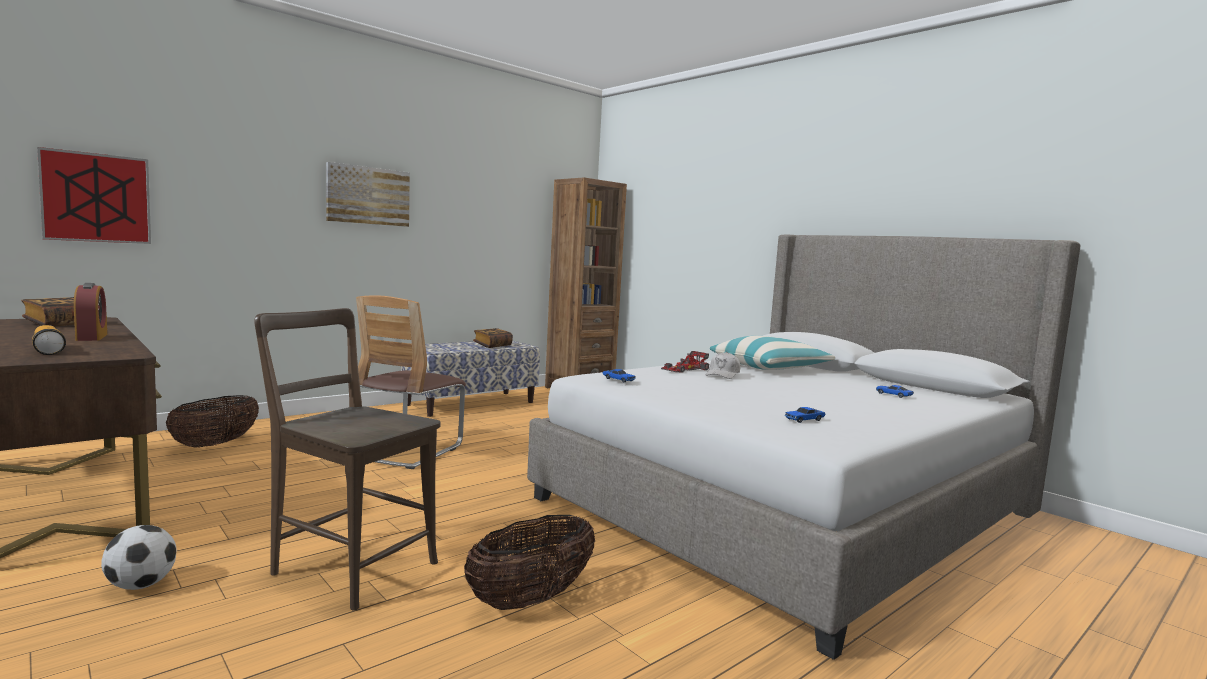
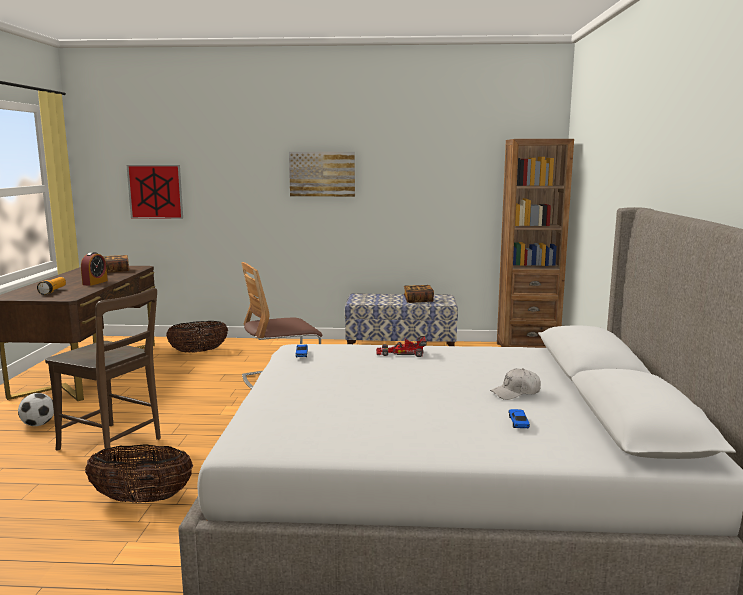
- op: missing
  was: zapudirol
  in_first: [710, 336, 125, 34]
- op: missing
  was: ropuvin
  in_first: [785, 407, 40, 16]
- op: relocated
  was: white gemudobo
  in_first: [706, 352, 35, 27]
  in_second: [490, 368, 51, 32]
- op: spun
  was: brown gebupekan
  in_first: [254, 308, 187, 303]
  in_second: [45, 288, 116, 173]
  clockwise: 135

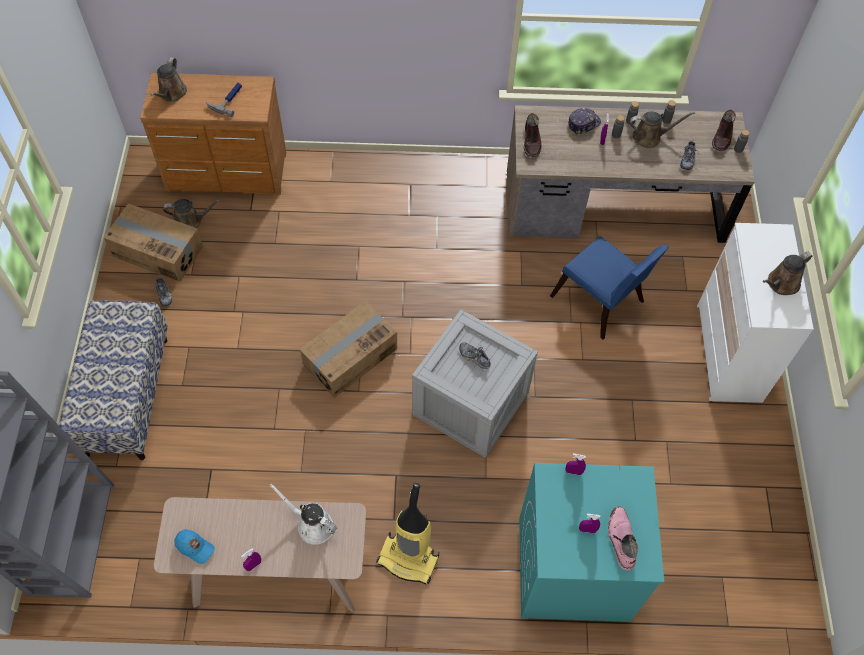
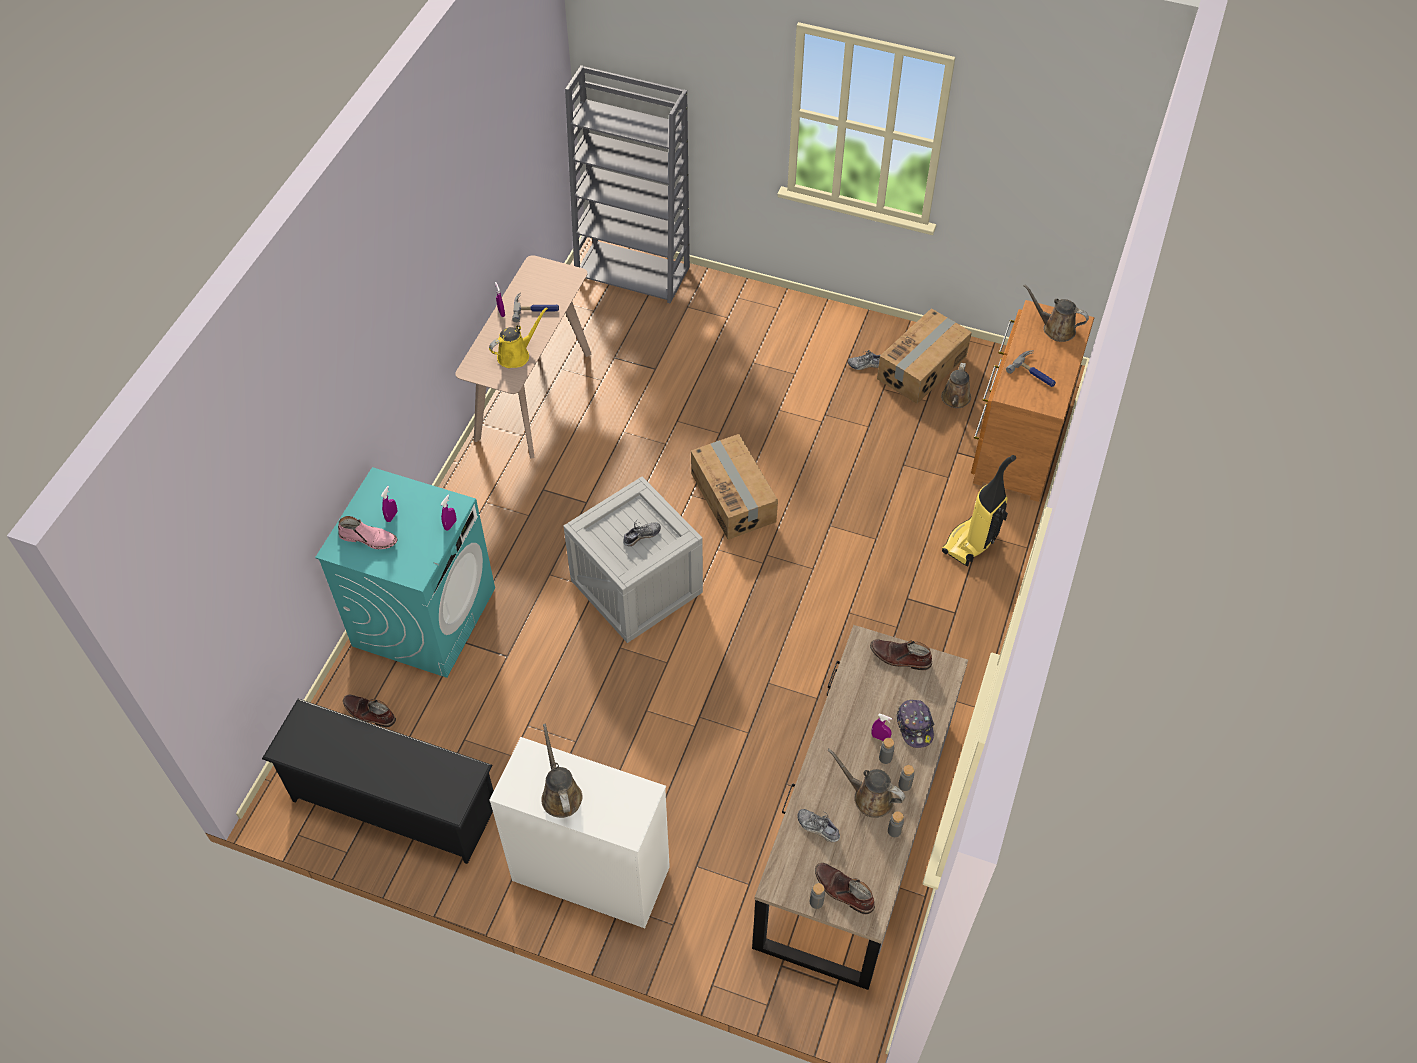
- op: missing
  was: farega
  in_first: [59, 300, 109, 160]
- op: missing
  was: blue gemudobo
  in_first: [174, 529, 41, 35]
- op: missing
  was: blue gebupekan
  in_first: [550, 236, 119, 104]
- op: appeared
  now: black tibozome
  in_second: [262, 699, 232, 165]
- op: appeared
  now: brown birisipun
  in_second: [343, 695, 53, 32]
- op: appeared
  now: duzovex
  in_second: [512, 293, 47, 29]
- op: relocated
  was: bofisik
  in_first: [376, 483, 63, 101]
  in_second: [942, 455, 74, 111]
- op: colour
  was: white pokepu
  now: yellow pokepu
  in_first: [269, 484, 69, 61]
  in_second: [489, 307, 59, 61]
- op: spun
  was: brown pokepu
  in_first: [630, 111, 65, 37]
  in_second: [828, 748, 77, 70]
  clockwise: 105

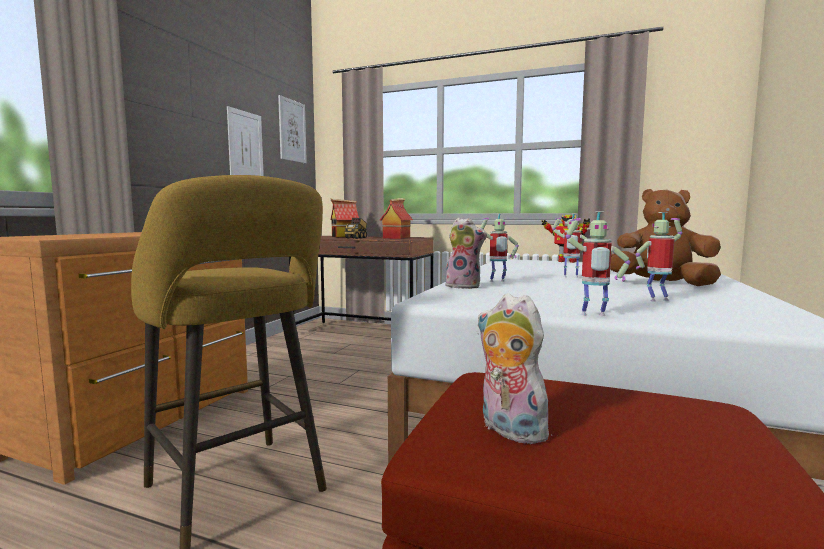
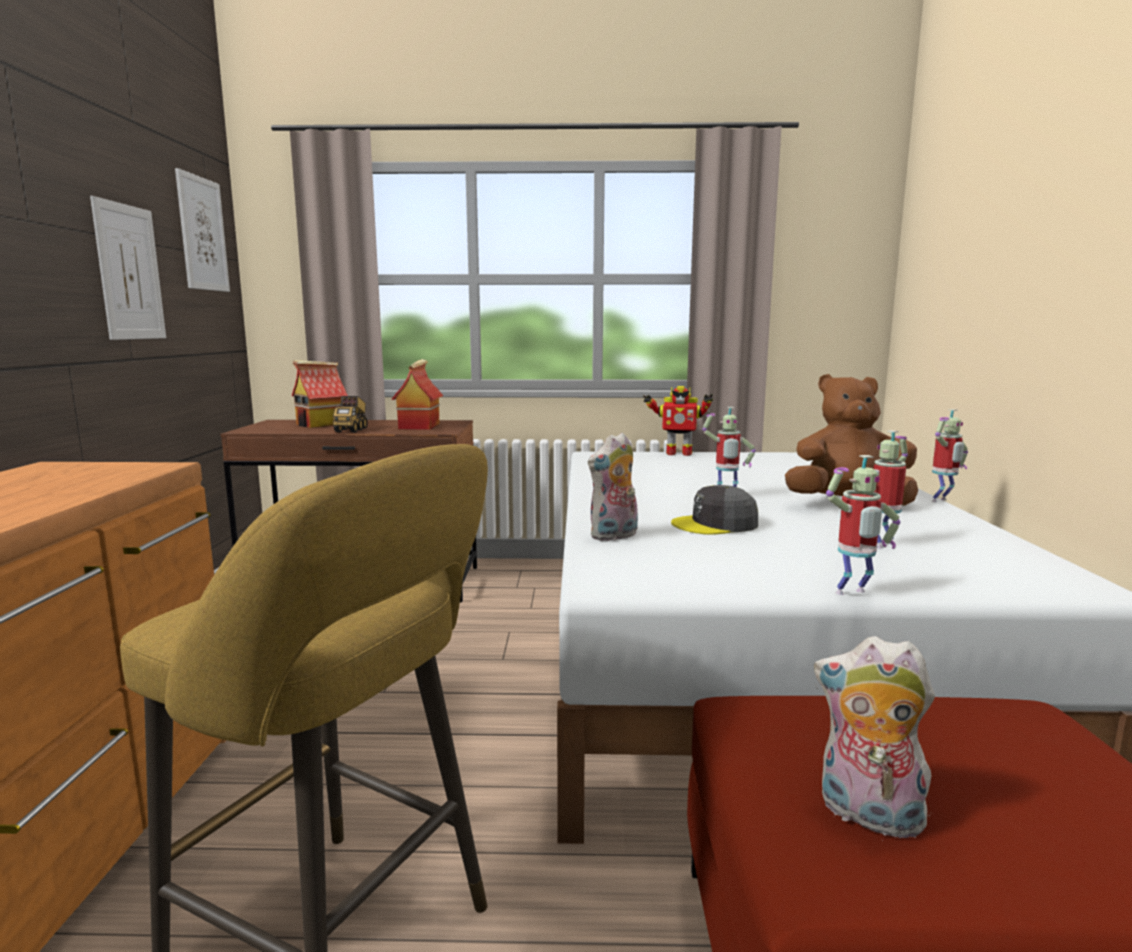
- op: appeared
  now: grey gemudobo
  in_second: [671, 485, 87, 50]
- op: relocated
  was: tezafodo
  in_first: [480, 213, 39, 69]
  in_second: [931, 409, 37, 93]
- op: spun
  was: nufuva
  in_first: [445, 217, 42, 72]
  in_second: [588, 433, 50, 108]
  clockwise: 135

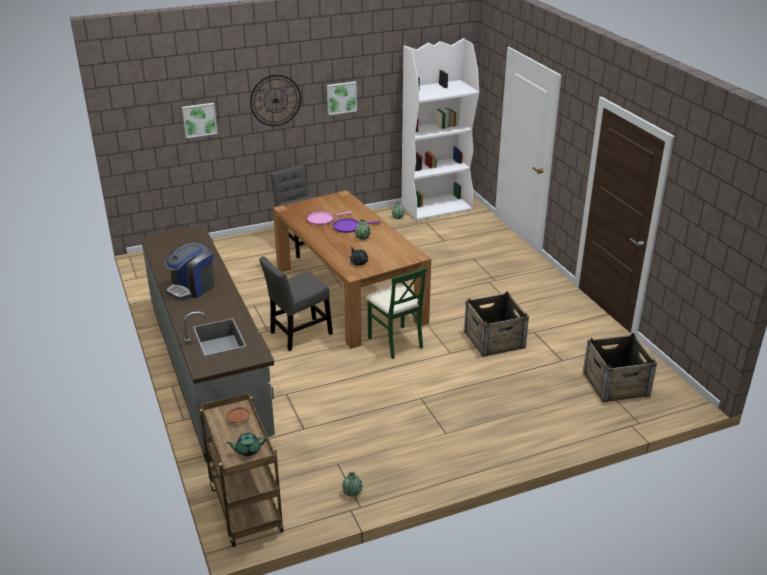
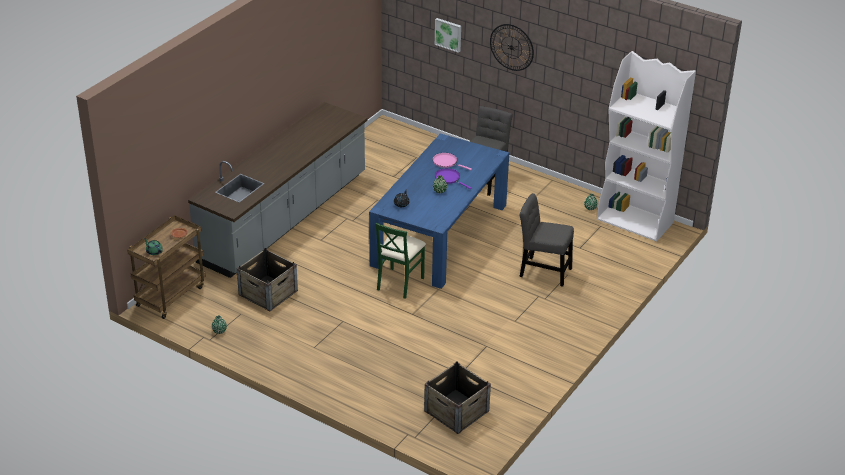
- op: missing
  was: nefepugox
  in_first: [164, 242, 51, 58]
- op: missing
  was: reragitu
  in_first: [327, 81, 30, 34]
- op: relocated
  was: grey gebupekan
  in_first: [259, 256, 74, 95]
  in_second: [520, 193, 54, 94]
- op: relocated
  was: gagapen
  in_first: [464, 291, 65, 66]
  in_second: [237, 248, 61, 64]
- op: colour
  was: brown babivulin
  now: blue babivulin
  in_first: [273, 190, 158, 159]
  in_second: [369, 134, 140, 155]

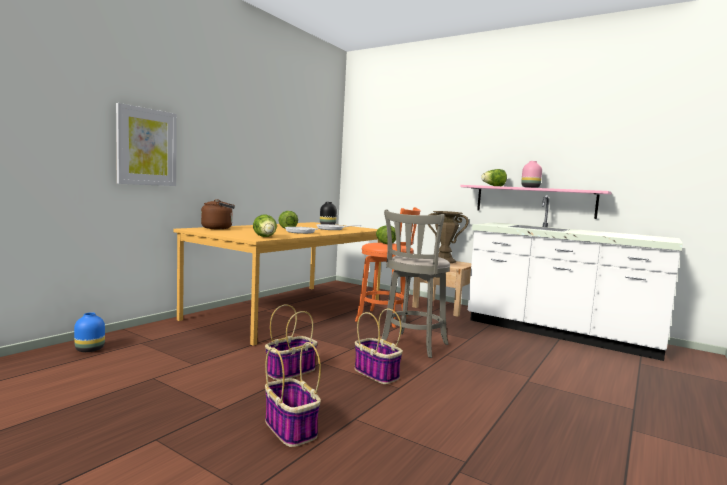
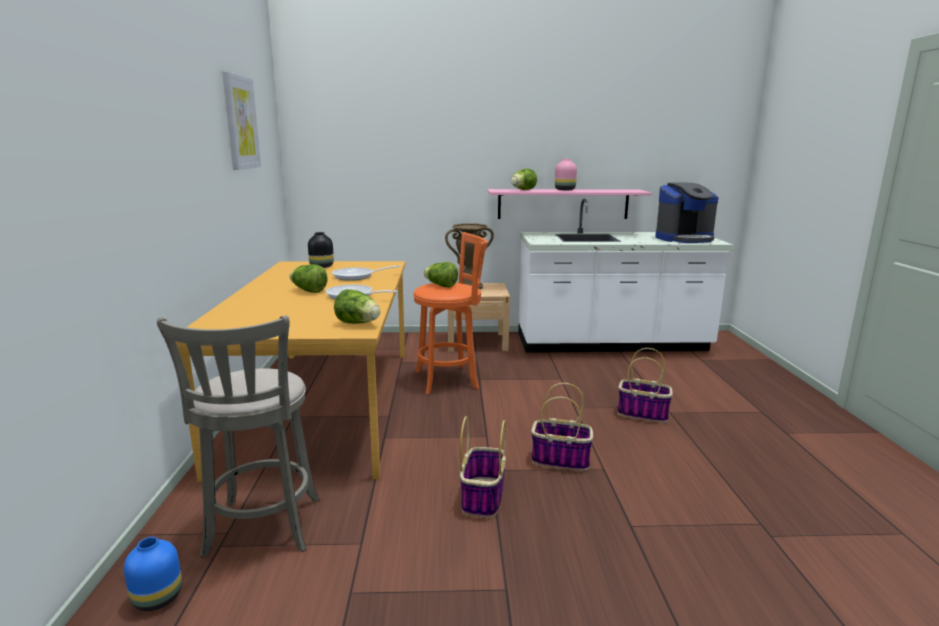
- op: missing
  was: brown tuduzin
  in_first: [201, 199, 34, 30]
- op: appeared
  now: nefepugox
  in_second: [655, 182, 63, 61]
- op: relocated
  was: reragitu
  in_first: [116, 103, 61, 83]
  in_second: [222, 71, 39, 99]
- op: relocated
  was: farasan
  in_first: [265, 342, 56, 105]
  in_second: [617, 348, 56, 75]
- op: relocated
  was: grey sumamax
  in_first: [381, 210, 69, 148]
  in_second: [157, 315, 163, 242]

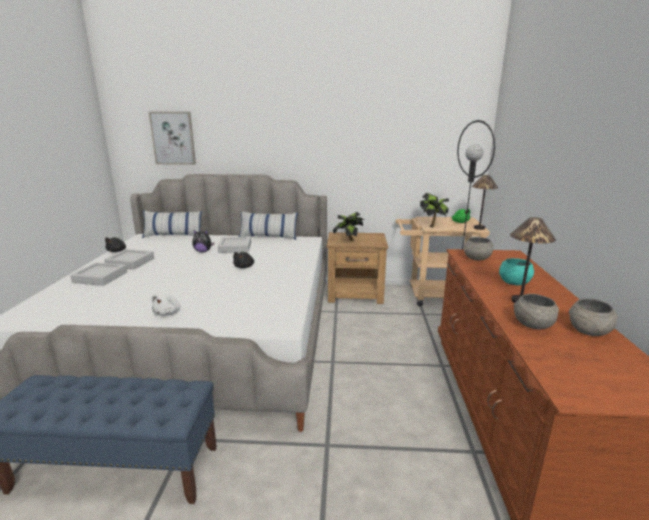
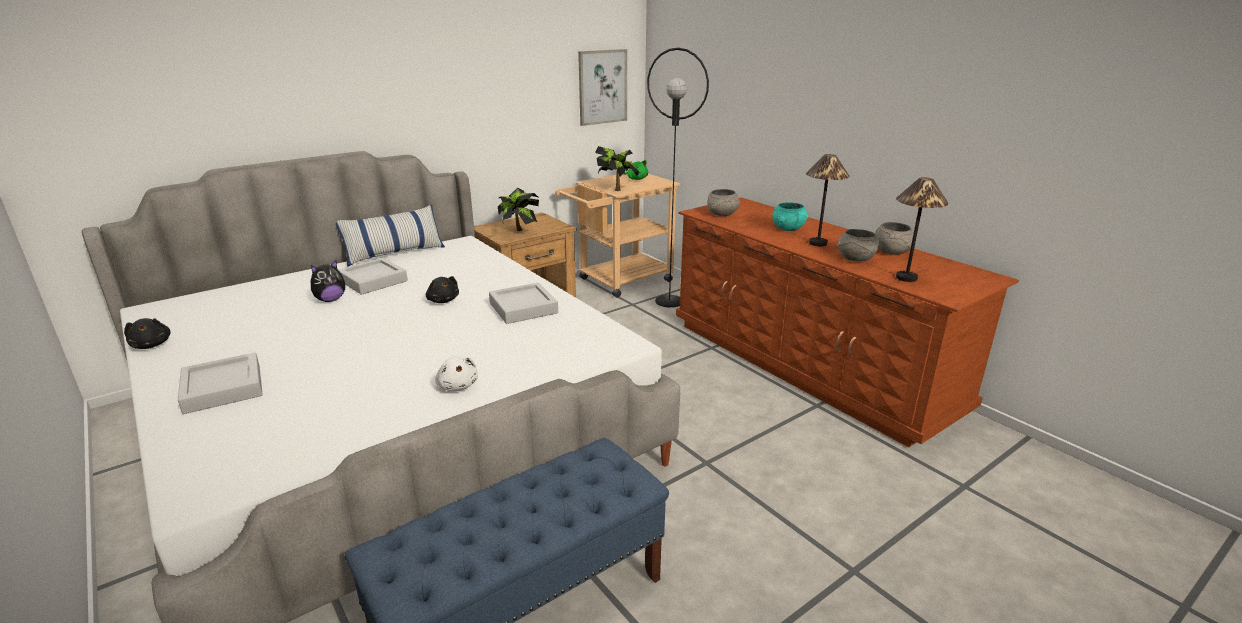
- op: missing
  was: zapudirol
  in_first: [142, 210, 60, 28]
- op: relocated
  was: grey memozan
  in_first: [104, 249, 50, 21]
  in_second: [489, 283, 69, 41]
- op: relocated
  was: reragitu
  in_first: [149, 112, 47, 53]
  in_second: [578, 49, 49, 77]
- op: relocated
  was: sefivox
  in_first: [472, 175, 26, 55]
  in_second: [896, 177, 52, 105]

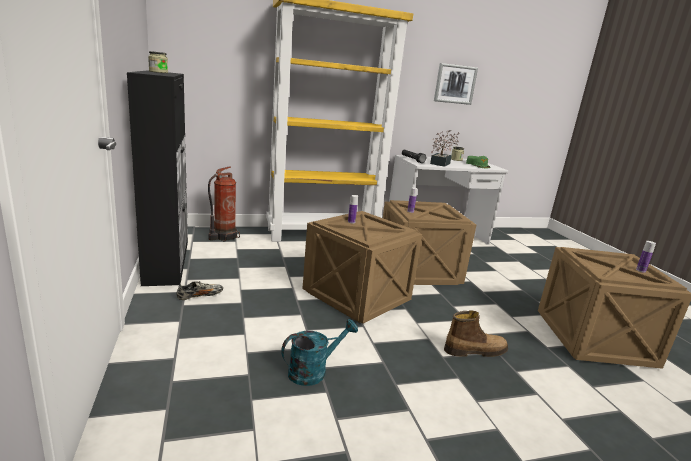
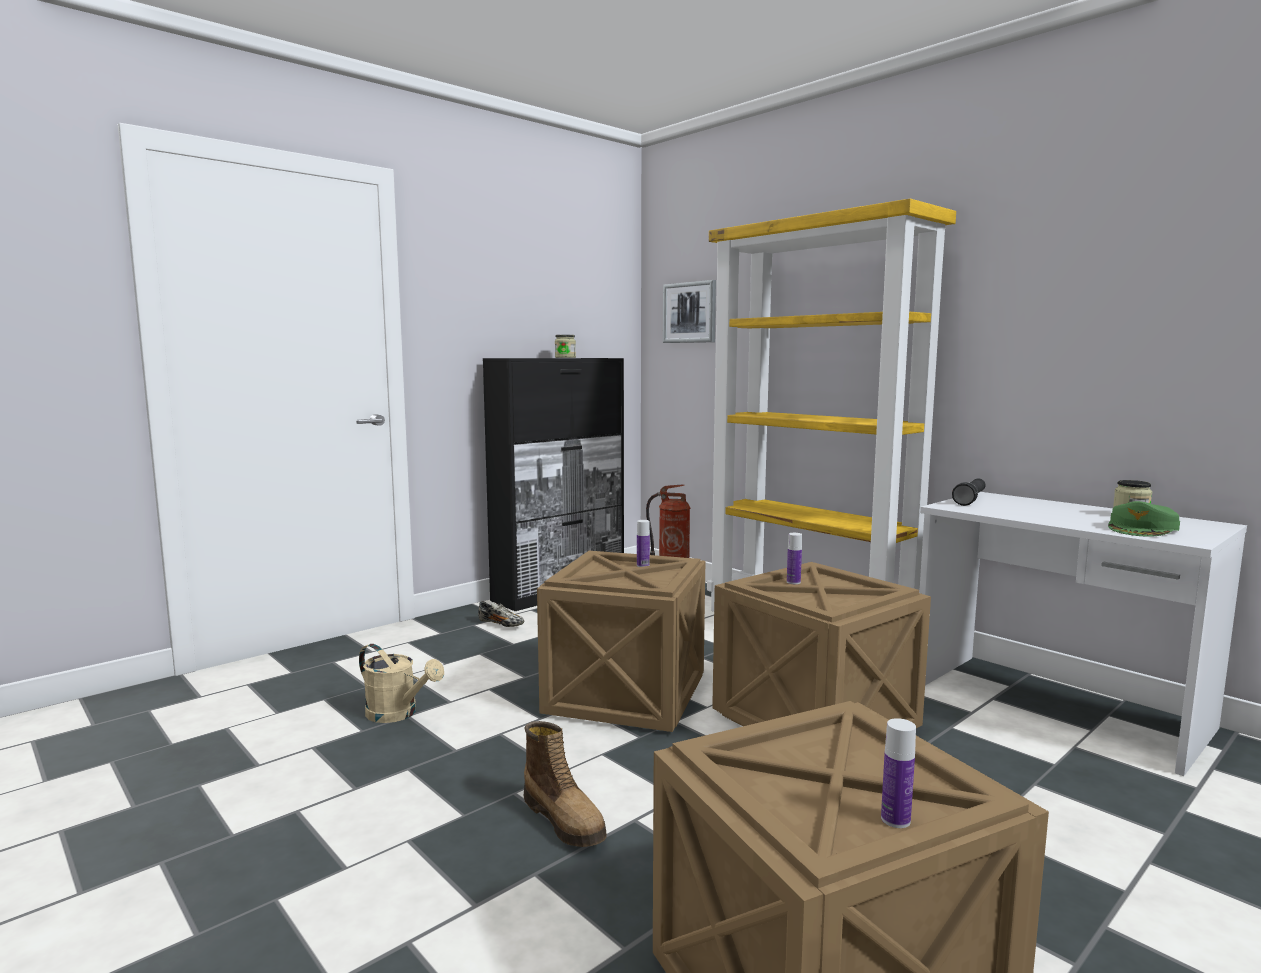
- op: missing
  was: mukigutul
  in_first: [430, 130, 30, 37]
- op: relocated
  was: reragitu
  in_first: [434, 63, 44, 42]
  in_second: [663, 280, 53, 63]
- op: colour
  was: turquoise pokepu
  now: beige pokepu
  in_first: [281, 319, 77, 67]
  in_second: [359, 644, 85, 79]

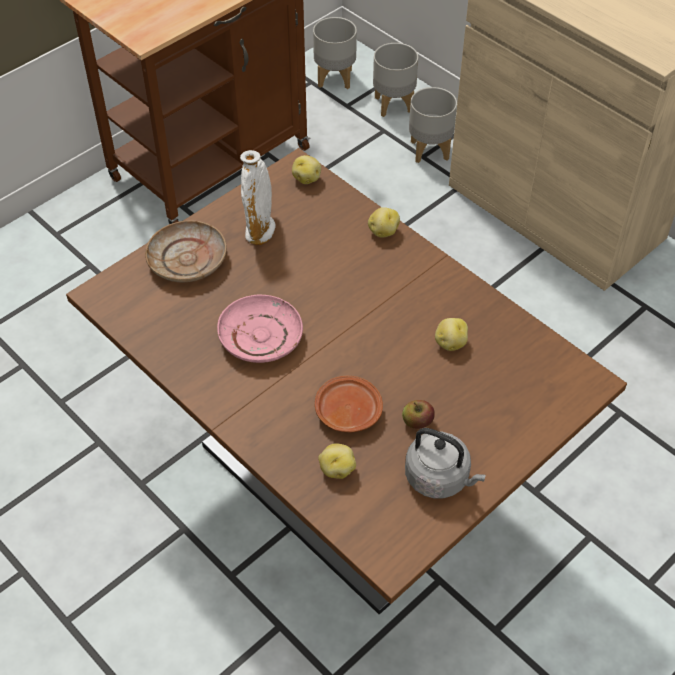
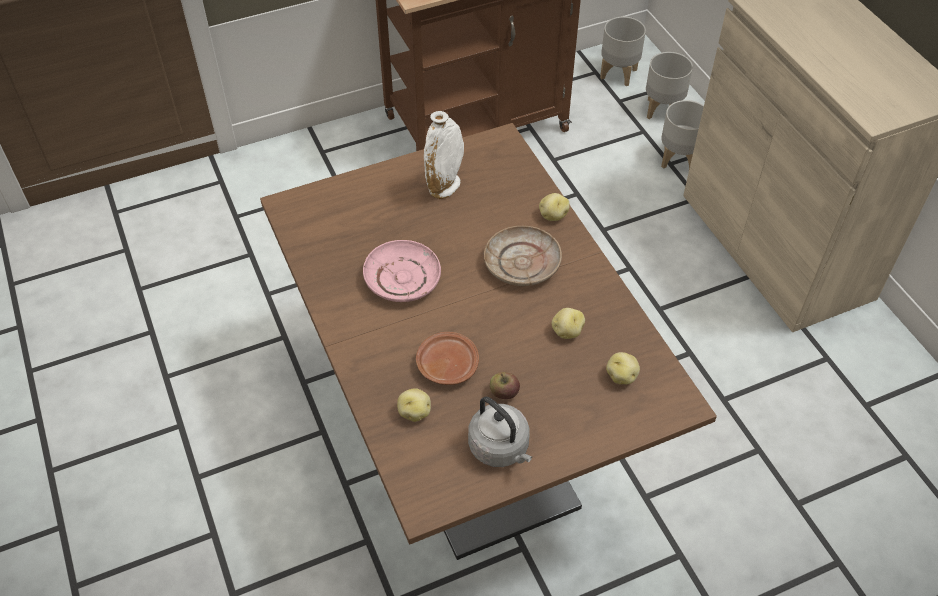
- op: relocated
  was: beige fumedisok
  in_first: [145, 220, 82, 62]
  in_second: [484, 226, 78, 60]
- op: relocated
  was: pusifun
  in_first: [292, 155, 29, 29]
  in_second: [606, 352, 34, 32]

